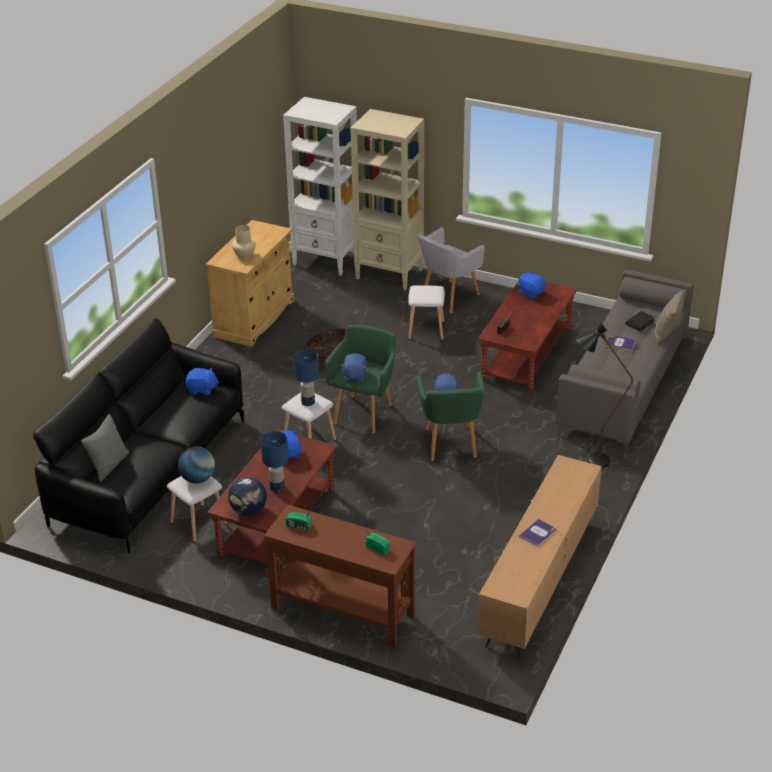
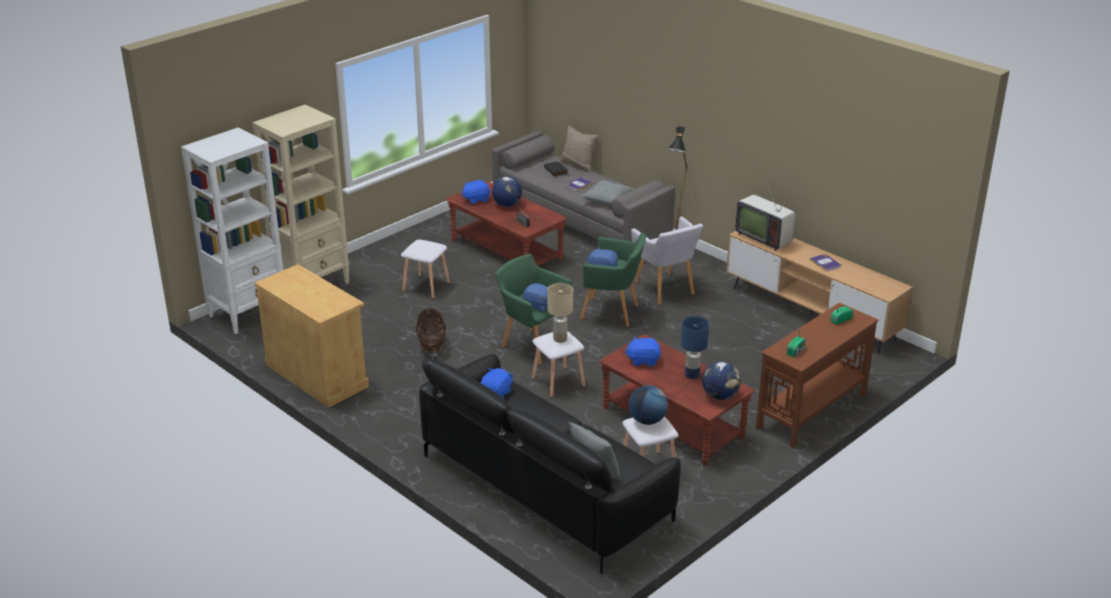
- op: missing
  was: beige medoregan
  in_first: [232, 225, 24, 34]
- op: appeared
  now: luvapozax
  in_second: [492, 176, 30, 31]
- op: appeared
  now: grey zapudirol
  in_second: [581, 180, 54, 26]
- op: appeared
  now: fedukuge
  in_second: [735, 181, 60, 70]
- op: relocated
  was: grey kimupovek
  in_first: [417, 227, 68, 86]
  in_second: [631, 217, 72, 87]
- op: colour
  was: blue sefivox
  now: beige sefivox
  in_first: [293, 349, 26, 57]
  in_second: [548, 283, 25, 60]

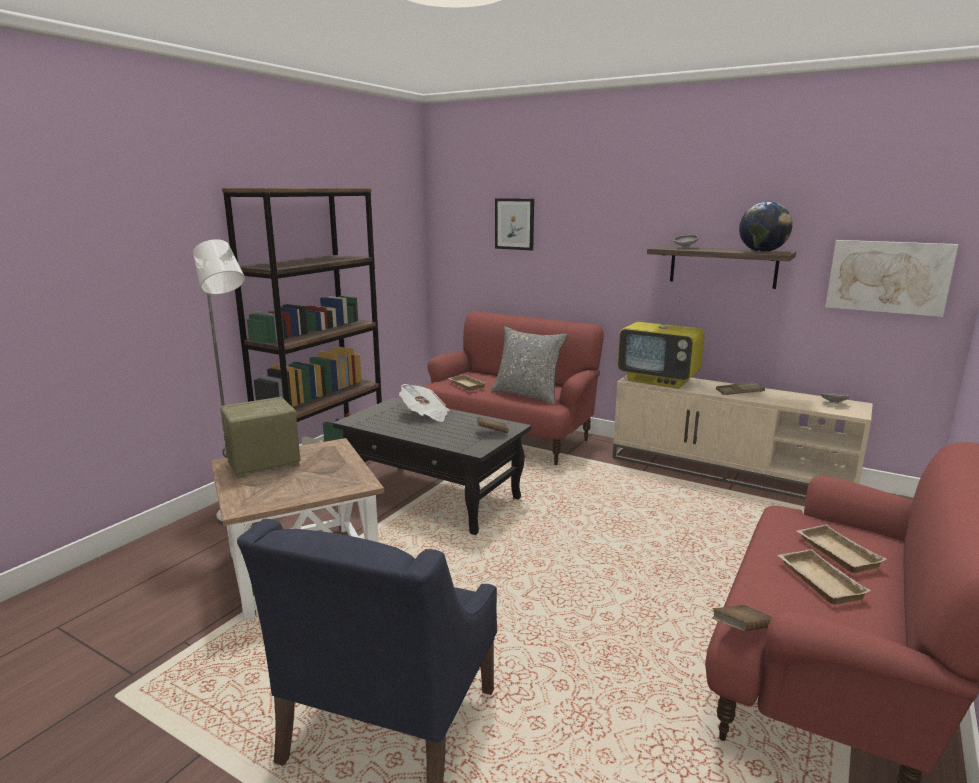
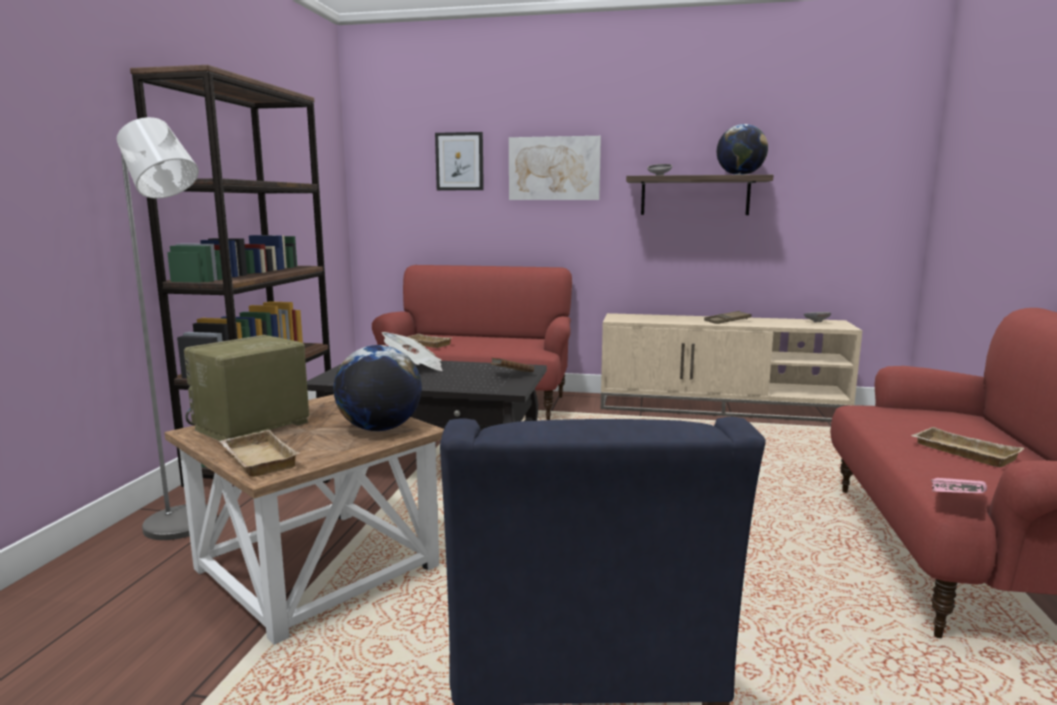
- op: missing
  was: grey zapudirol
  in_first: [491, 326, 77, 79]
- op: missing
  was: fedukuge
  in_first: [617, 294, 88, 94]
- op: appeared
  now: luvapozax
  in_second: [334, 345, 88, 86]
- op: relocated
  was: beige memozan
  in_first: [797, 524, 89, 49]
  in_second: [219, 430, 80, 47]
- op: relocated
  was: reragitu
  in_first: [825, 240, 133, 77]
  in_second: [509, 136, 92, 64]
- op: colour
  was: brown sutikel
  now: pink sutikel
  in_first: [712, 605, 60, 26]
  in_second: [931, 478, 56, 15]

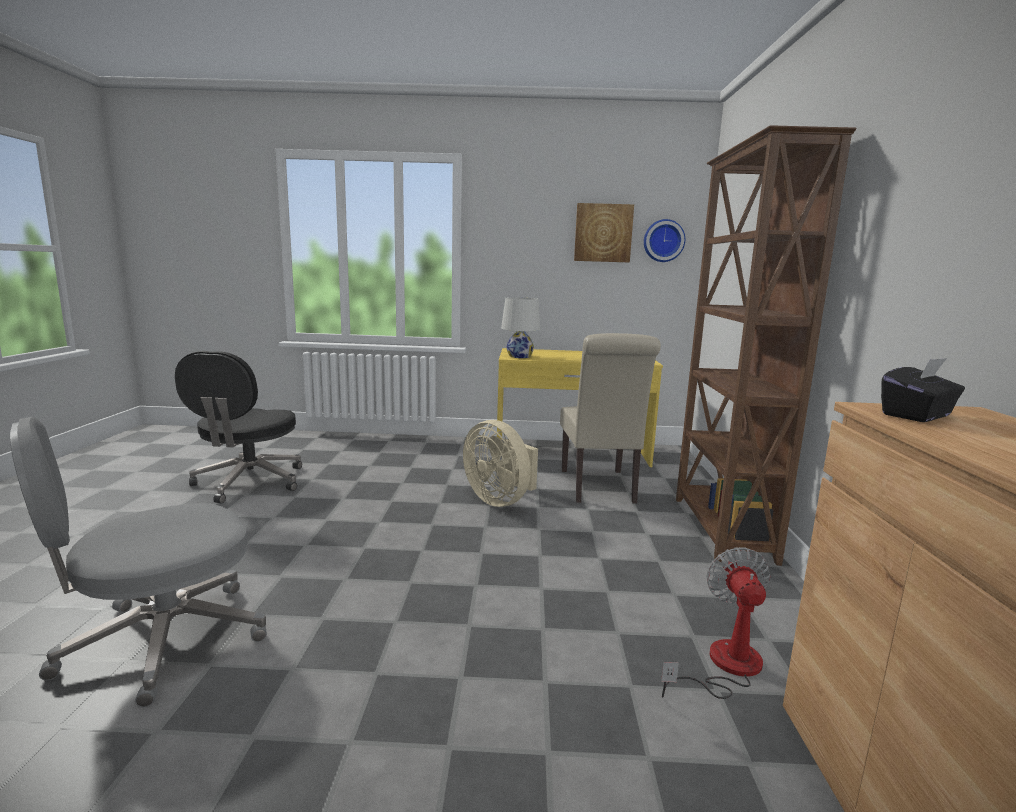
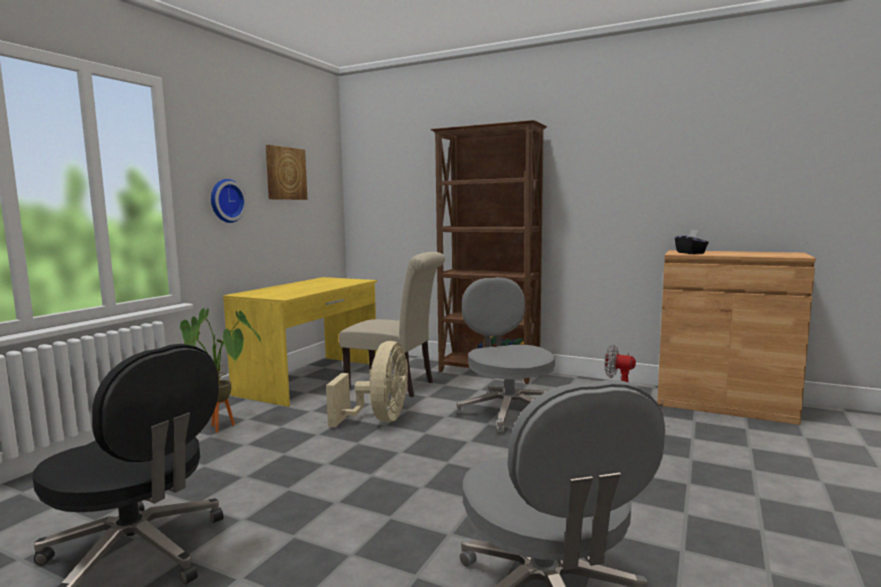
- op: missing
  was: white sefivox
  in_first: [501, 297, 39, 61]
- op: appeared
  now: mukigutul
  in_second: [180, 308, 81, 125]
- op: appeared
  now: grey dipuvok
  in_second: [456, 277, 99, 157]
- op: relocated
  was: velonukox
  in_first: [644, 219, 41, 43]
  in_second: [211, 179, 36, 44]
- op: spun
  was: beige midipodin
  in_first: [463, 420, 75, 87]
  in_second: [326, 341, 82, 86]
  clockwise: -60

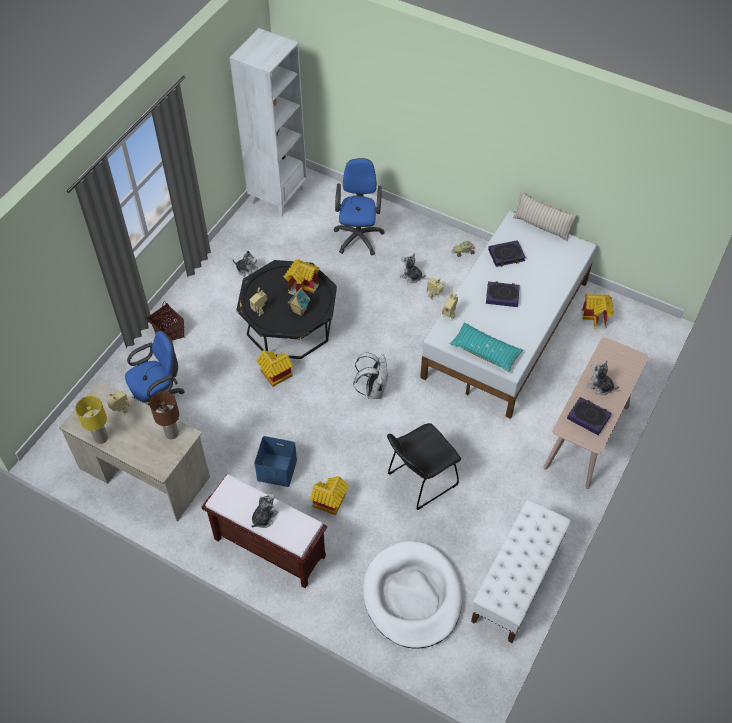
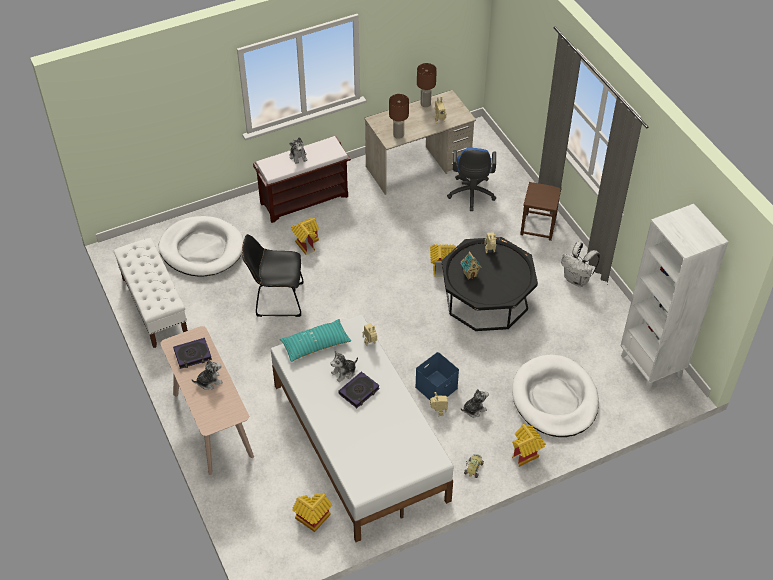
- op: missing
  was: sutikel
  in_first: [488, 240, 38, 27]
- op: missing
  was: beige zapudirol
  in_first: [513, 192, 63, 49]
- op: relocated
  was: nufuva
  in_first: [232, 251, 27, 26]
  in_second: [330, 351, 28, 31]
- op: relocated
  was: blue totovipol
  in_first: [254, 436, 43, 51]
  in_second: [415, 352, 44, 48]
- op: relocated
  was: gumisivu
  in_first: [283, 260, 36, 35]
  in_second: [512, 424, 34, 43]
- op: relocated
  was: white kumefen
  in_first: [353, 352, 35, 47]
  in_second: [561, 242, 39, 45]
- op: exchanged
  was: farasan
  now: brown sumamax
  in_first: [146, 301, 38, 39]
  in_second: [520, 182, 42, 59]
- op: exchanged
  was: blue dipuvok
  now: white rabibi
  in_first: [334, 158, 51, 97]
  in_second: [512, 355, 87, 82]
- op: colour
  was: yellow sefivox
  now: brown sefivox
  in_first: [75, 396, 33, 48]
  in_second: [417, 63, 20, 44]
- op: spun
  was: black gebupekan
  in_first: [387, 423, 74, 87]
  in_second: [242, 234, 62, 83]
  clockwise: -90

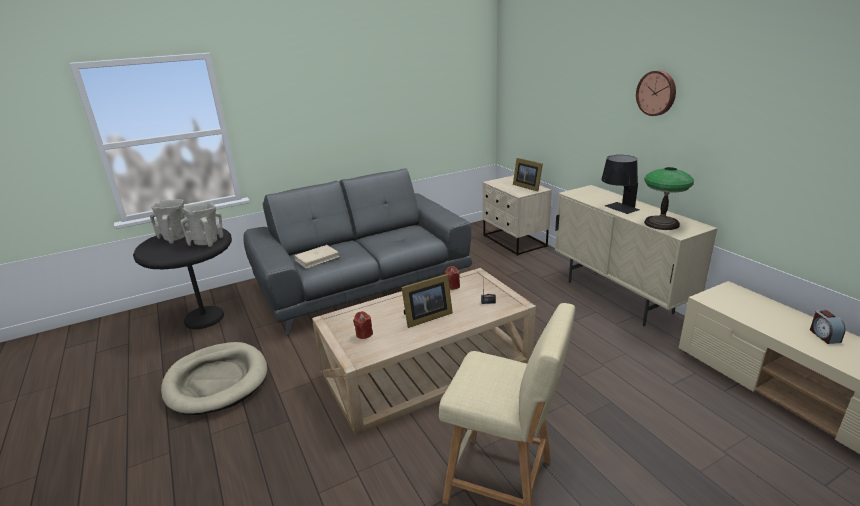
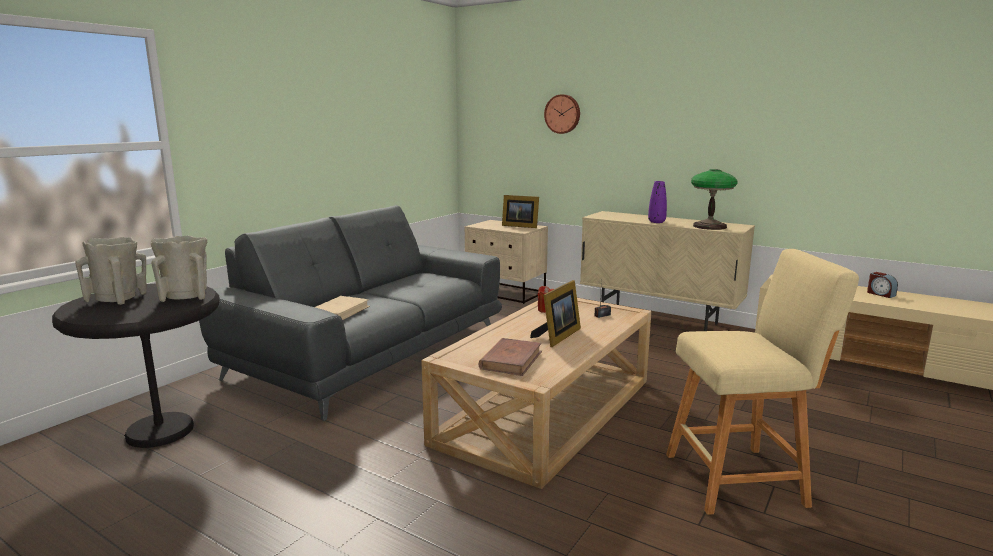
- op: missing
  was: beige rabibi
  in_first: [161, 342, 106, 73]
- op: relocated
  was: velonukox
  in_first: [636, 70, 40, 46]
  in_second: [544, 94, 36, 40]
- op: exchanged
  was: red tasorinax
  now: brown sutikel
  in_first: [353, 311, 20, 28]
  in_second: [479, 338, 63, 38]
- op: exchanged
  was: black sefivox
  now: purple medoregan
  in_first: [601, 155, 39, 59]
  in_second: [648, 181, 19, 42]

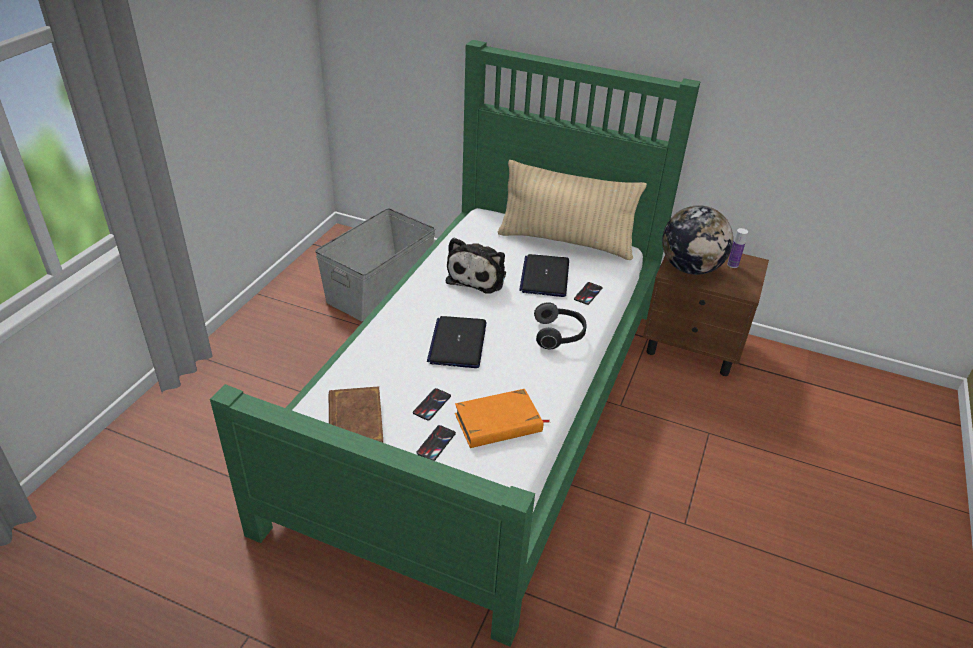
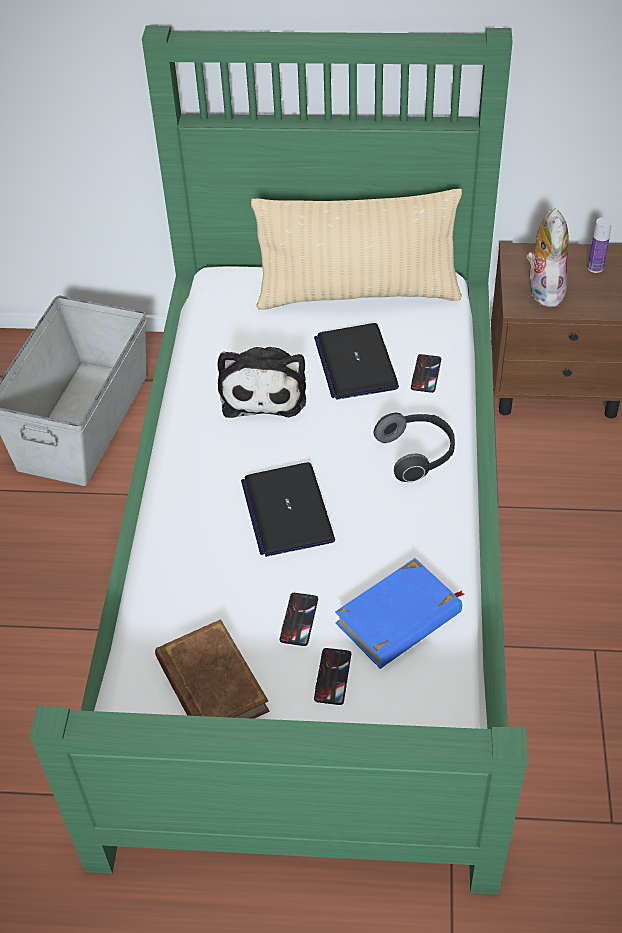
- op: exchanged
  was: luvapozax
  now: nufuva
  in_first: [662, 205, 71, 70]
  in_second: [526, 209, 42, 99]
- op: colour
  was: orange sutikel
  now: blue sutikel
  in_first: [455, 389, 95, 59]
  in_second: [335, 558, 129, 111]

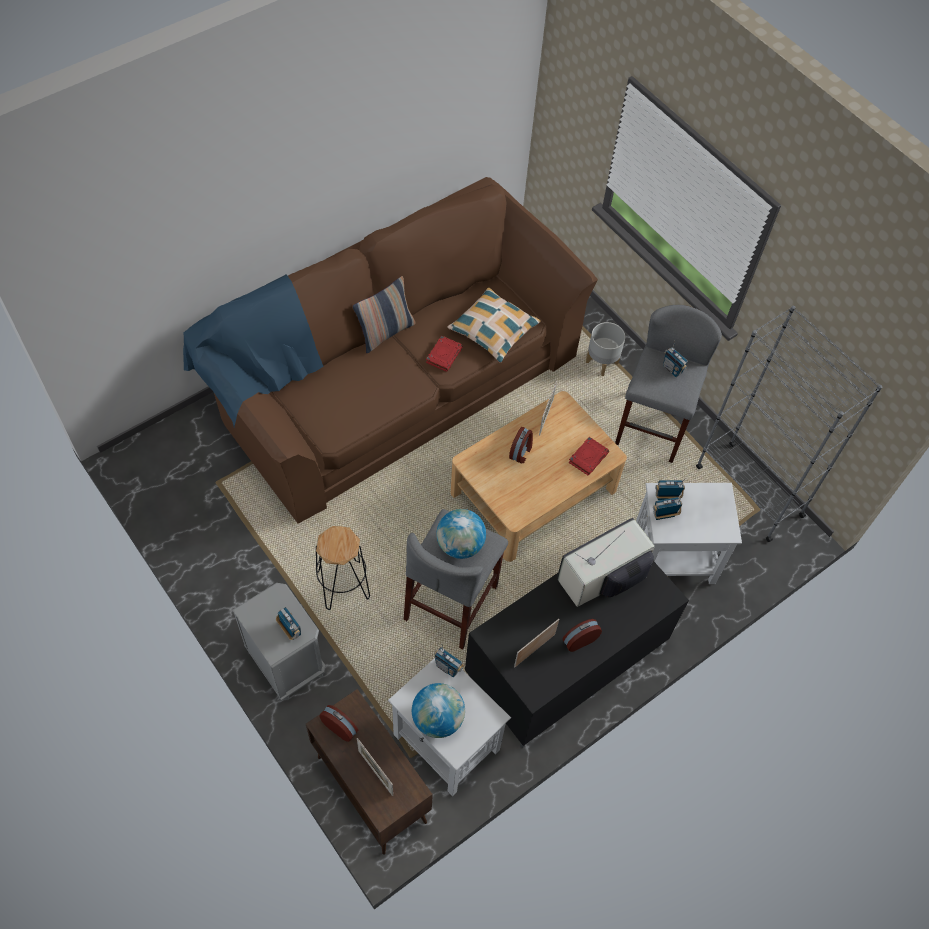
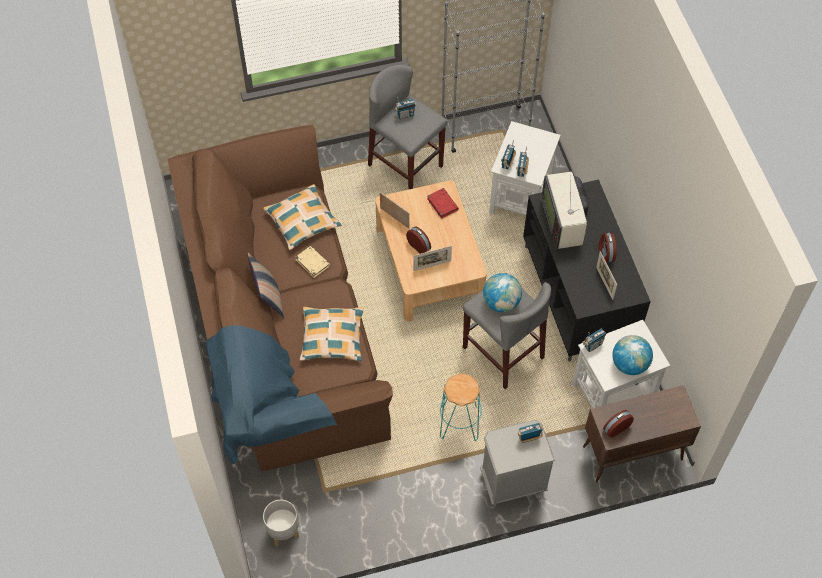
- op: appeared
  now: zapudirol
  in_second: [300, 307, 64, 54]
- op: relocated
  was: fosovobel
  in_first: [357, 738, 36, 58]
  in_second: [413, 246, 39, 25]
- op: relocated
  was: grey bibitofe
  in_first: [586, 322, 39, 54]
  in_second: [263, 500, 36, 47]
- op: colour
  was: black sumamax
  now: turquoise sumamax
  in_first: [316, 526, 54, 84]
  in_second: [440, 373, 42, 68]
- op: colour
  was: red sutikel
  now: beige sutikel
  in_first: [426, 335, 37, 37]
  in_second: [295, 246, 35, 32]

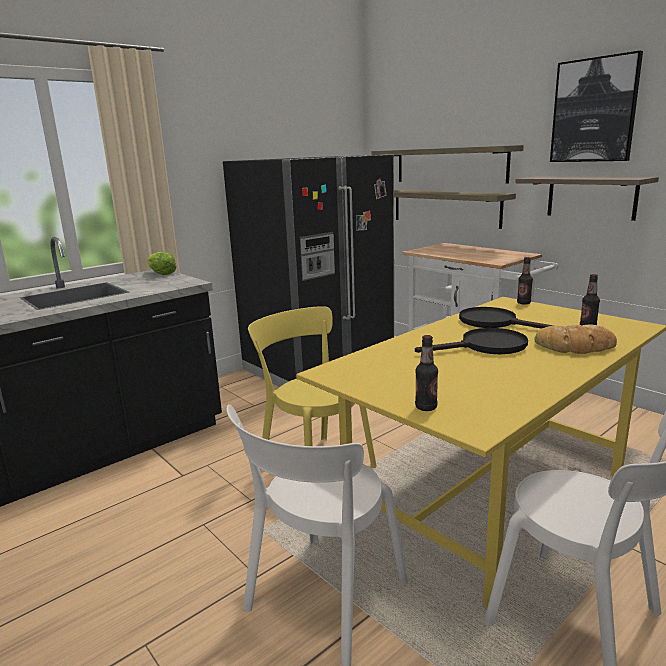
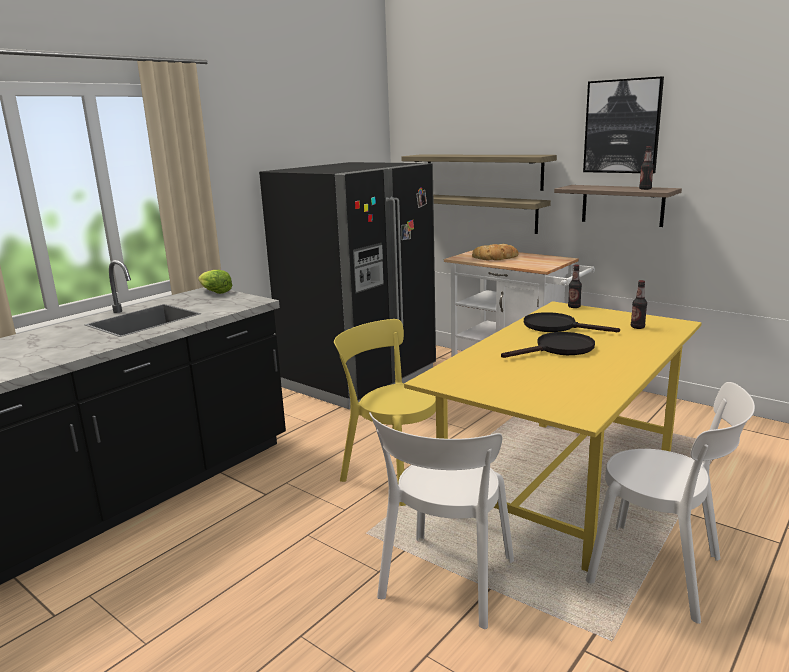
- op: relocated
  was: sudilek
  in_first: [415, 335, 23, 76]
  in_second: [639, 146, 15, 44]
- op: relocated
  was: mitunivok
  in_first: [534, 324, 83, 30]
  in_second: [472, 244, 46, 16]

